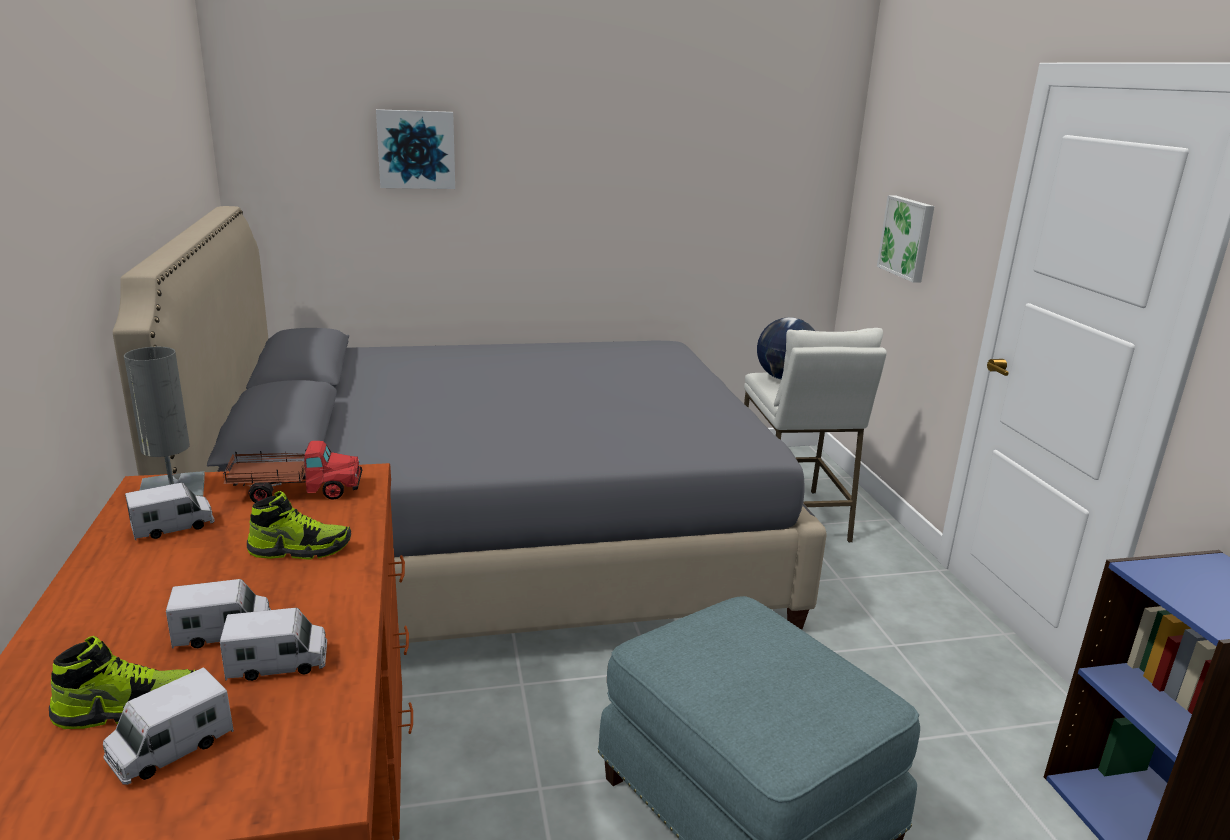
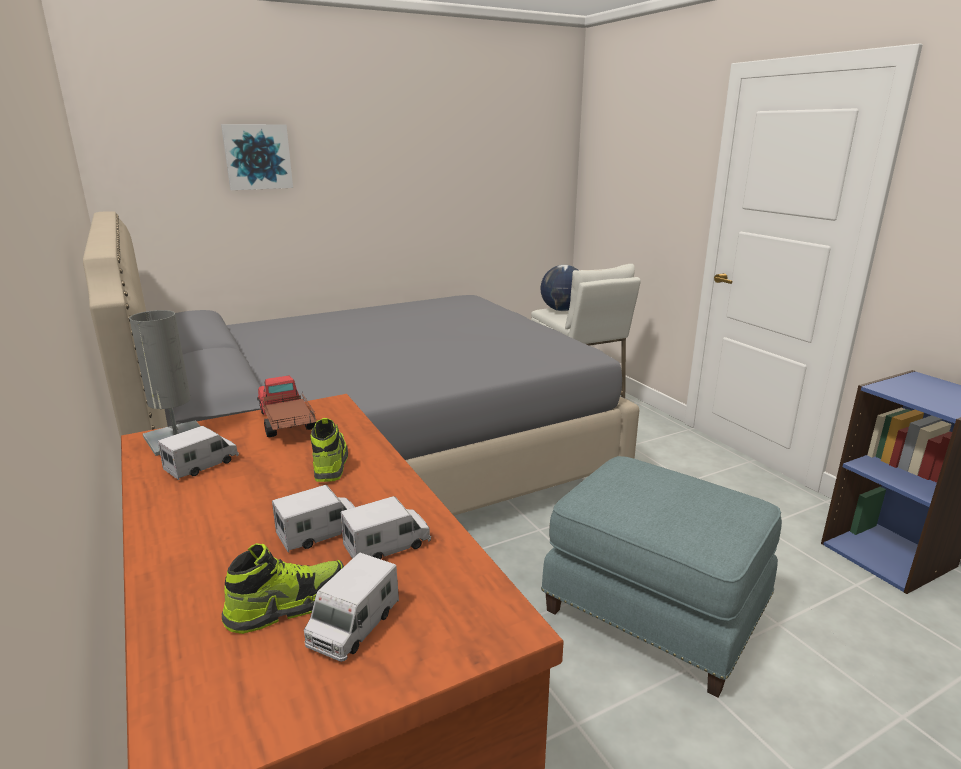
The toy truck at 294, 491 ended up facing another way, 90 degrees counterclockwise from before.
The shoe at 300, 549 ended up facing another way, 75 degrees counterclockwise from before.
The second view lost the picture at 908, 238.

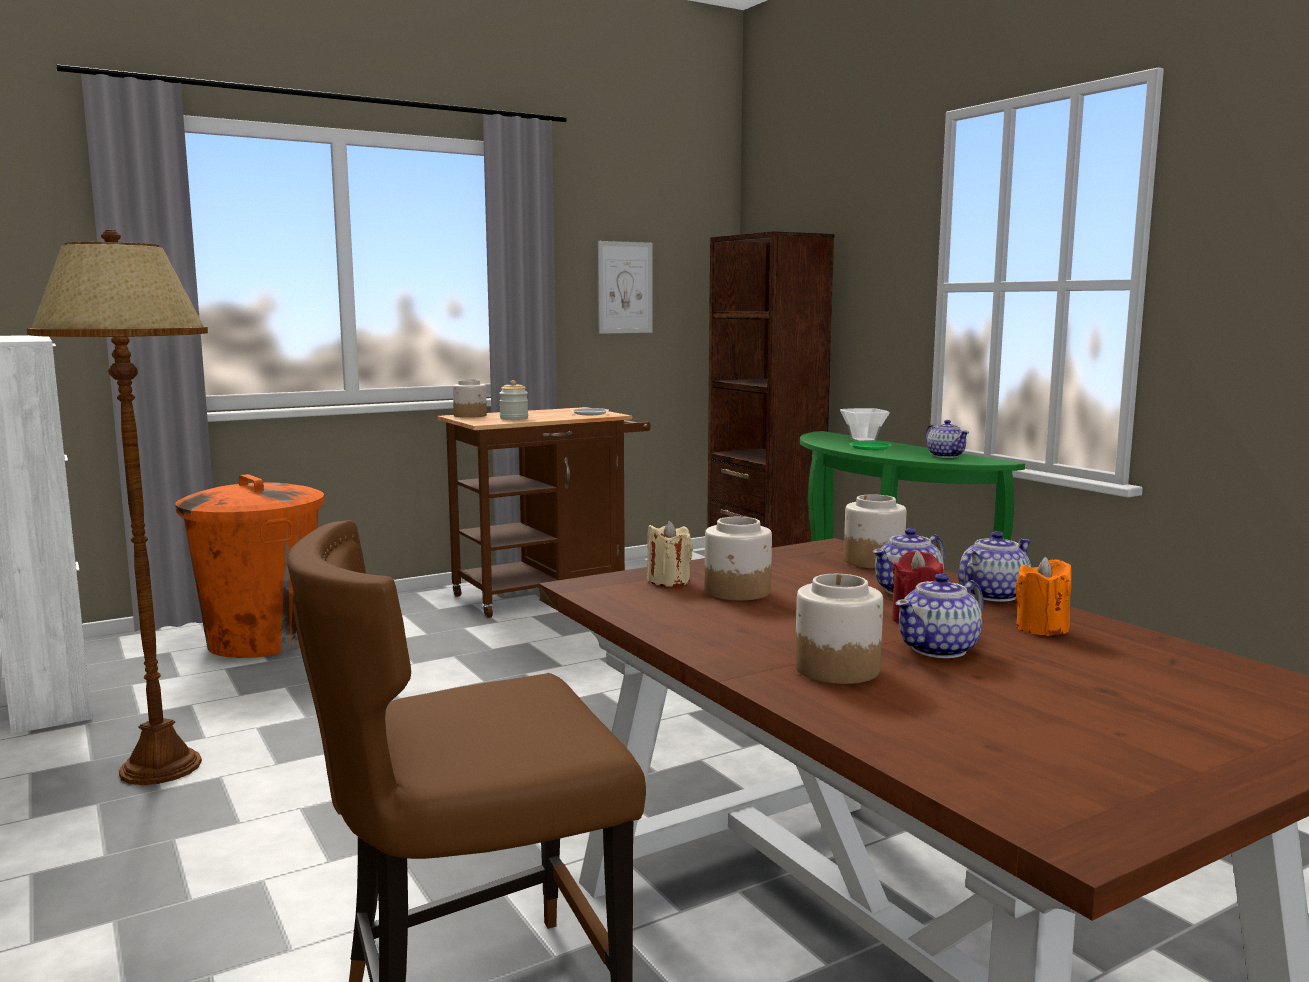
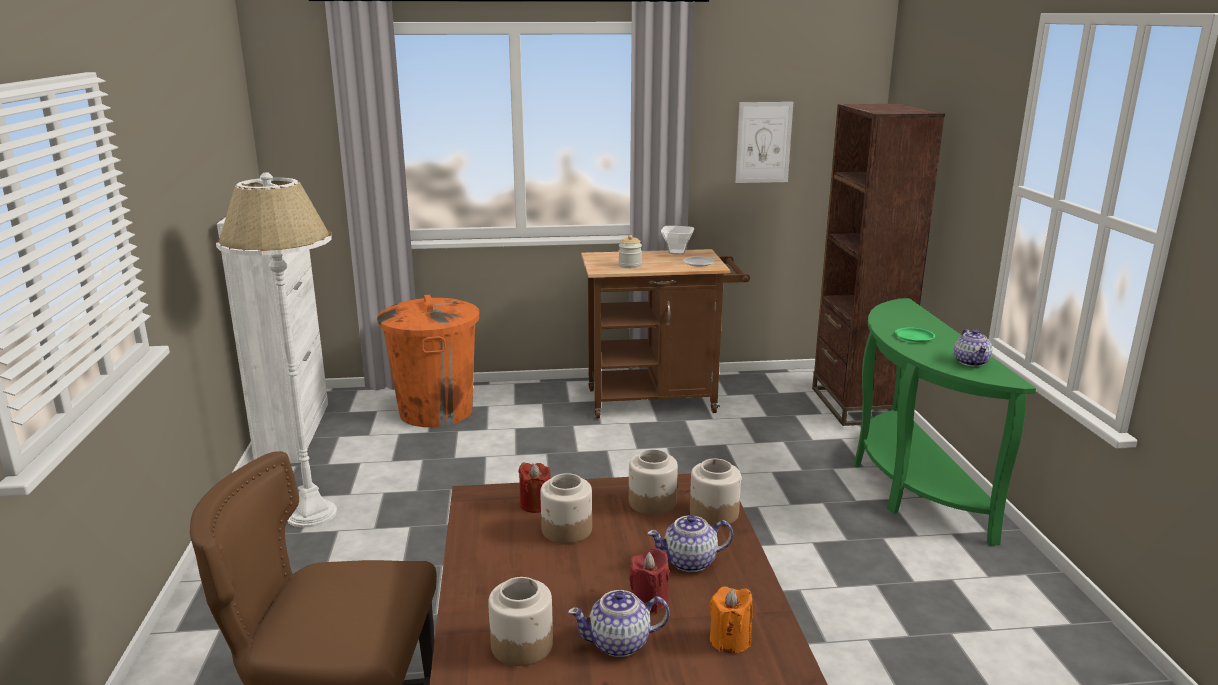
What was the brown floor lamp at 162, 767 turned into the white floor lamp at 312, 514.
What was the beige candle at 668, 581 turned into the red candle at 535, 504.
The jar ended up elsewhere, having gone from 470, 415 to 653, 502.
The bowl ended up elsewhere, having gone from 864, 440 to 677, 252.
The second view lost the teapot at 992, 595.

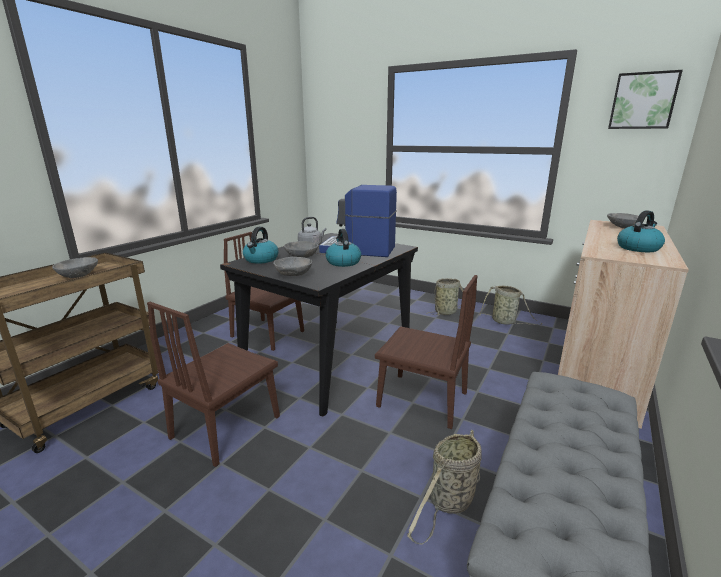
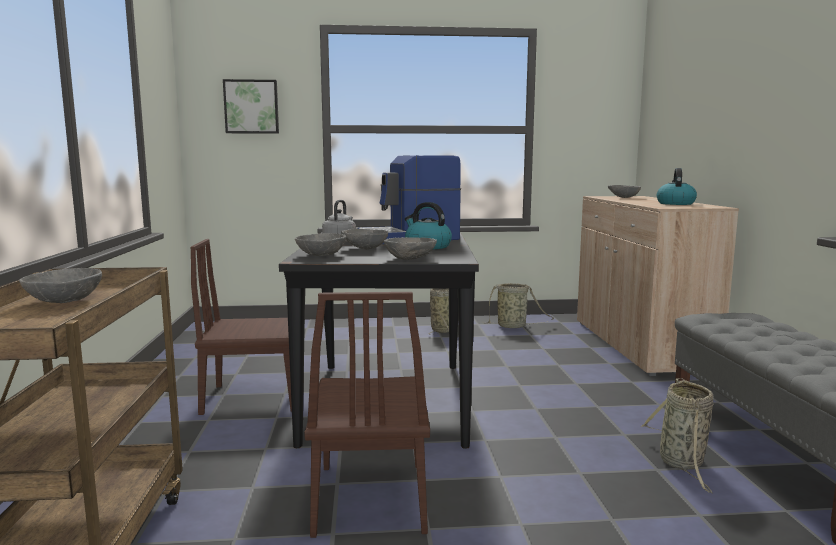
The picture ended up elsewhere, having gone from 643, 101 to 251, 107.
Where the kettle stood at 261, 259, the grey bowl came to stand at 321, 255.
The second view lost the brown chair at 422, 399.

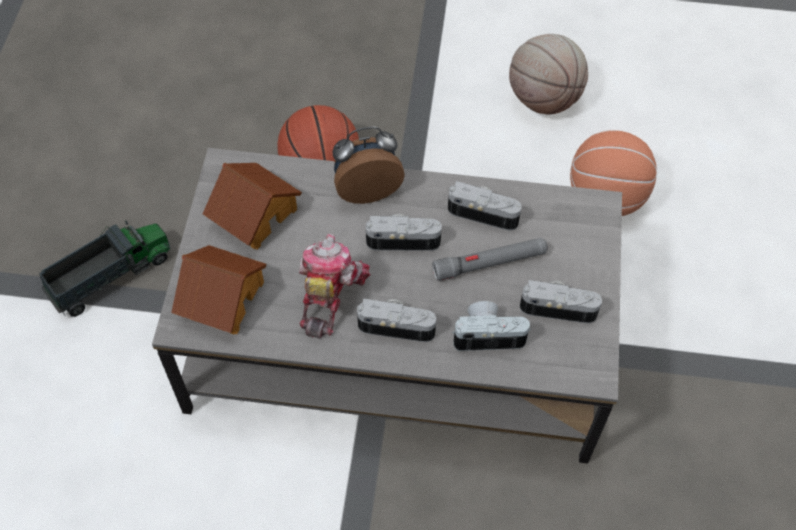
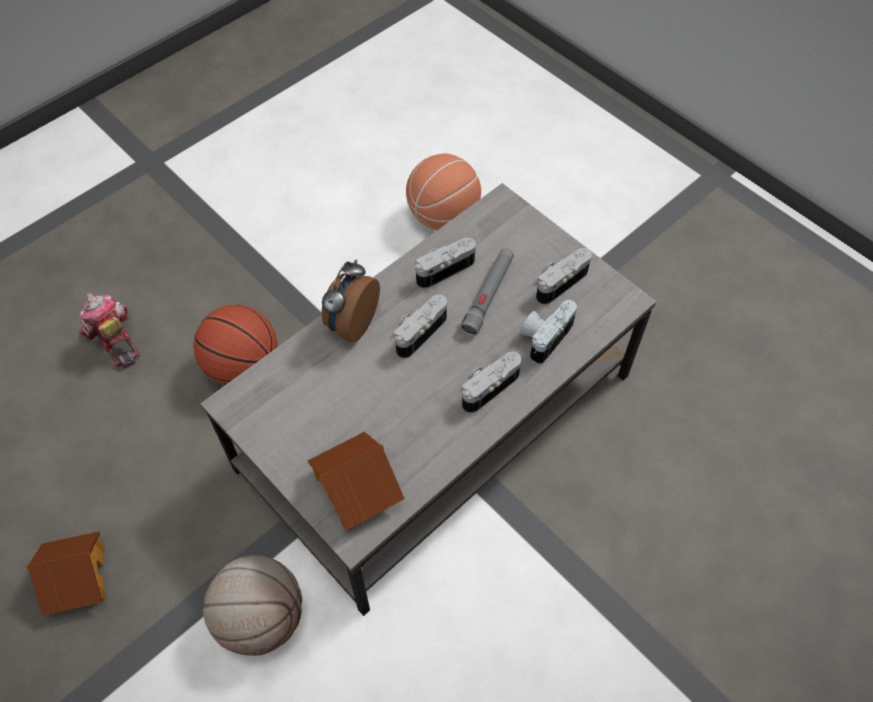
The toy house ended up elsewhere, having gone from 254, 214 to 76, 578.
The toy robot ended up elsewhere, having gone from 328, 295 to 114, 339.
The basketball ended up elsewhere, having gone from 544, 99 to 261, 617.
The second view lost the toy truck at 111, 276.

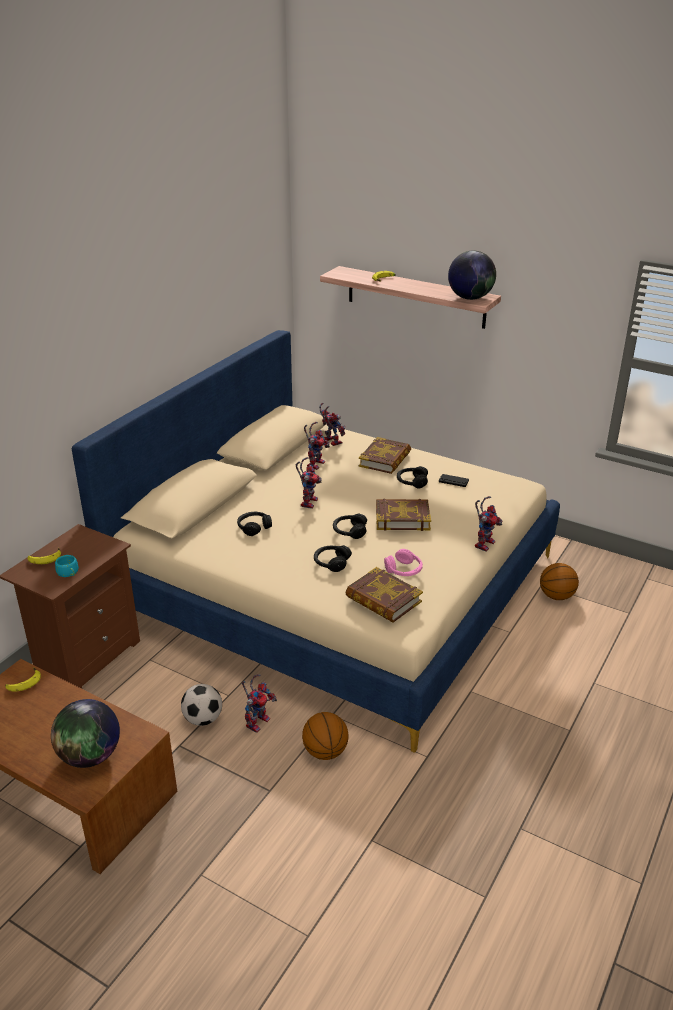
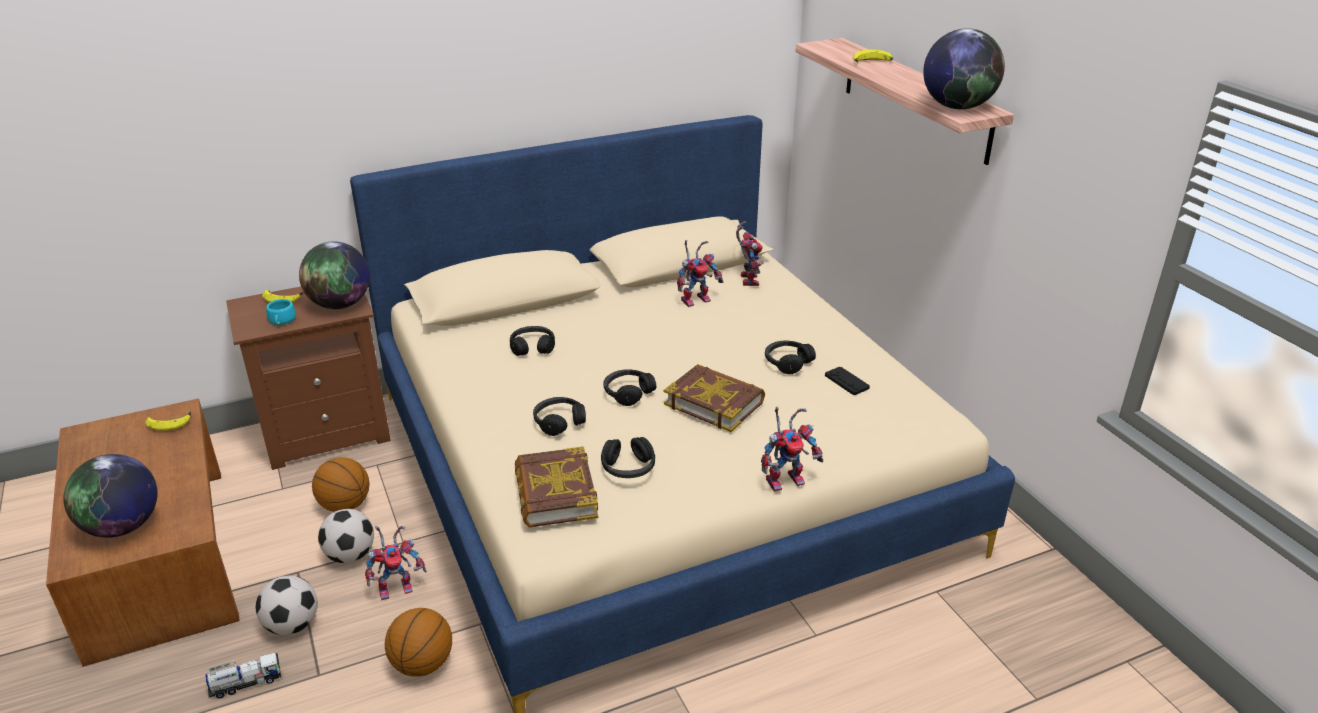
The second view gained the toy truck at 246, 683.
The second view gained the football at 292, 625.
The second view gained the globe at 340, 305.
The basketball ended up elsewhere, having gone from 556, 596 to 345, 505.
What was the pink headphones at 404, 570 turned into the black headphones at 628, 468.
The second view lost the toy robot at 308, 501.
The second view lost the book at 385, 459.

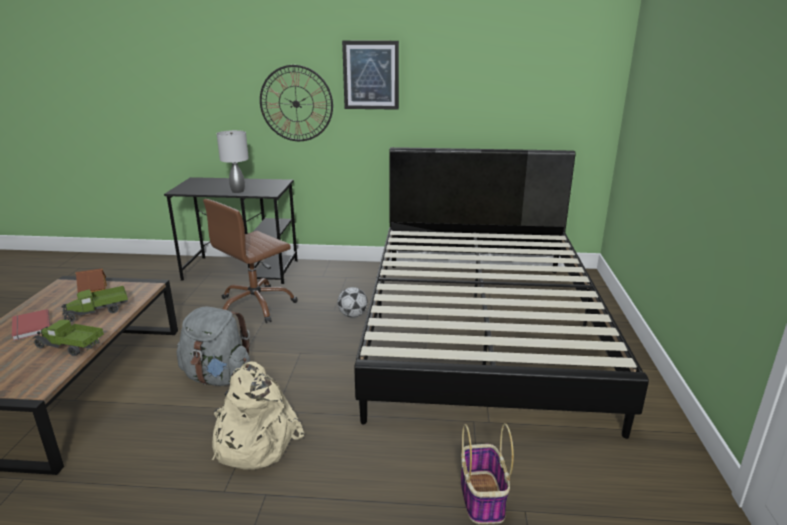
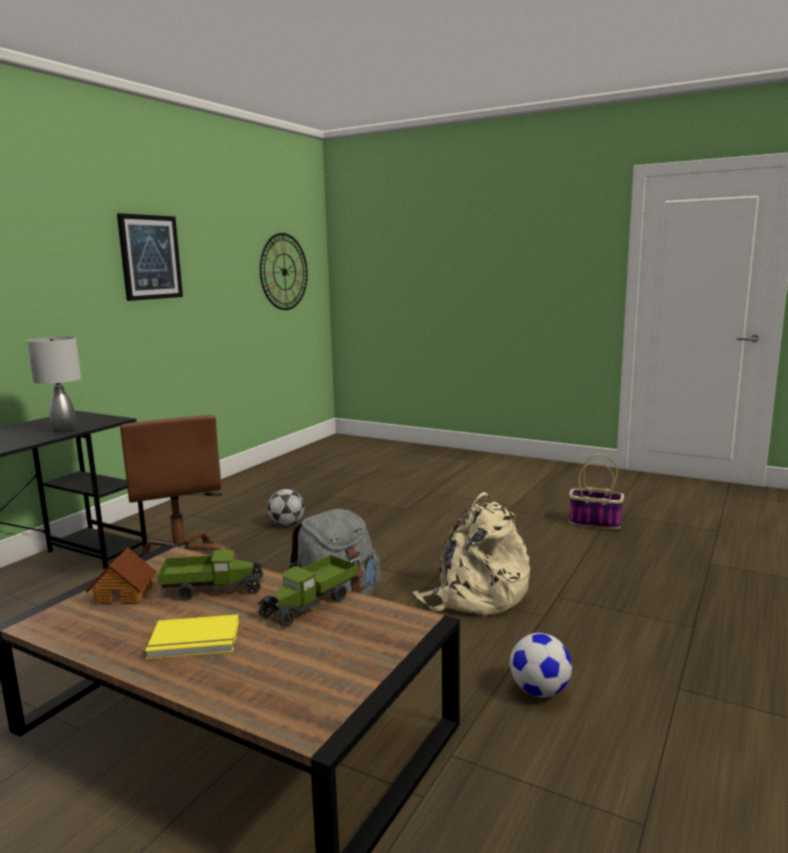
What was the red book at 30, 326 turned into the yellow book at 194, 641.
The toy truck at 97, 312 ended up facing another way, 90 degrees counterclockwise from before.
The wall clock ended up elsewhere, having gone from 296, 104 to 284, 272.
The second view gained the football at 539, 691.
The second view lost the black bed at 481, 329.

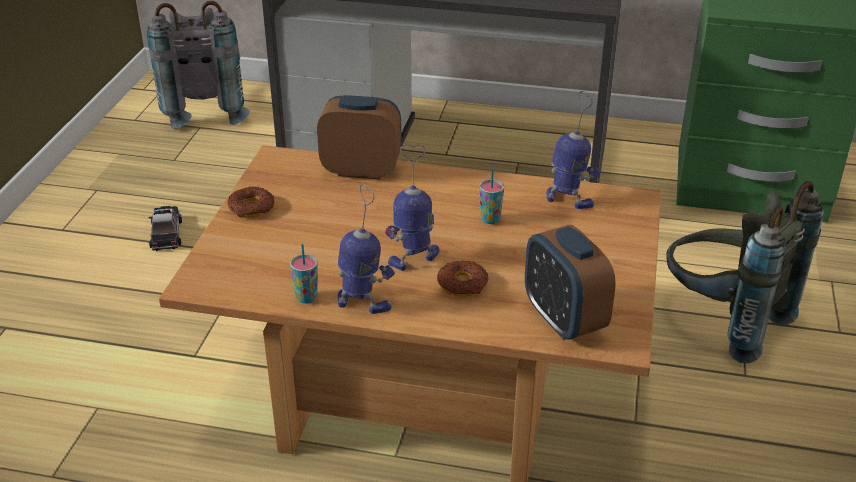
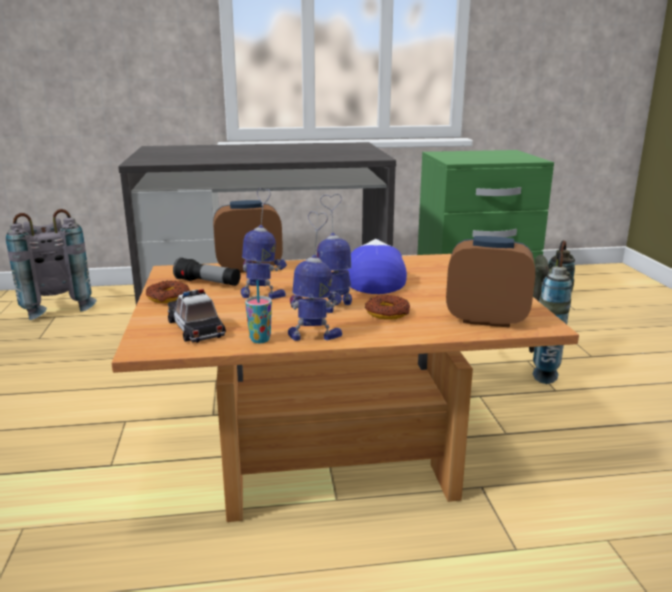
The toy car ended up elsewhere, having gone from 166, 233 to 196, 327.
The second view gained the flashlight at 208, 283.
The toy robot ended up elsewhere, having gone from 569, 201 to 262, 295.
Where the cup stood at 490, 219, the cap came to stand at 374, 279.
The alarm clock at 563, 319 ended up facing another way, 150 degrees clockwise from before.

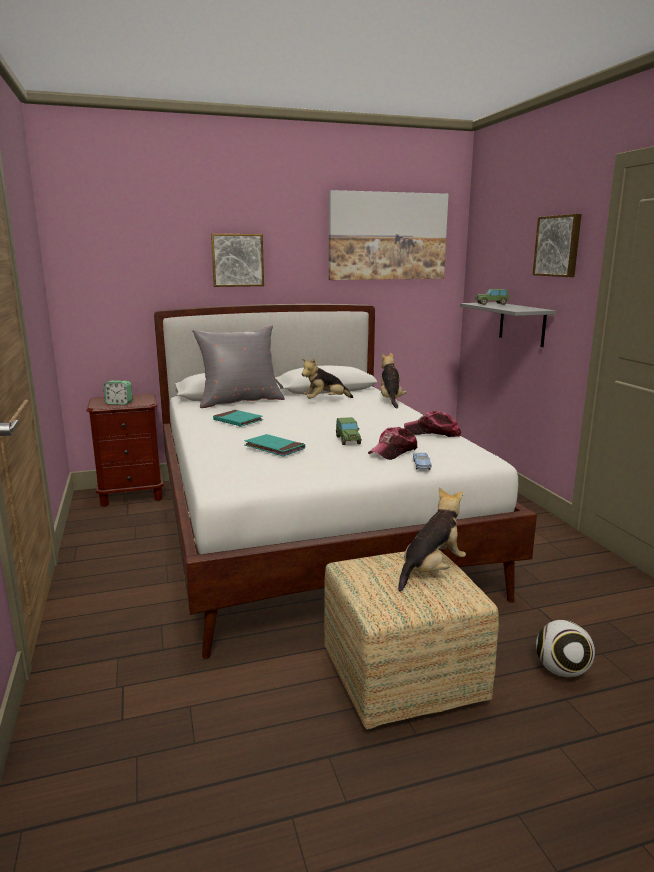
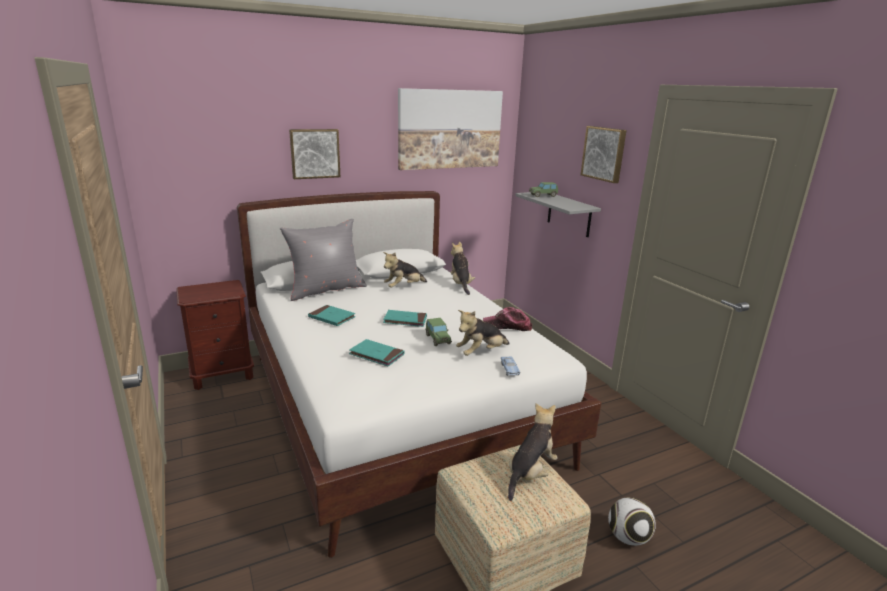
The second view gained the turquoise book at 405, 320.
Where the cap stood at 393, 452, the plush toy came to stand at 481, 353.
The second view lost the alarm clock at 119, 403.

